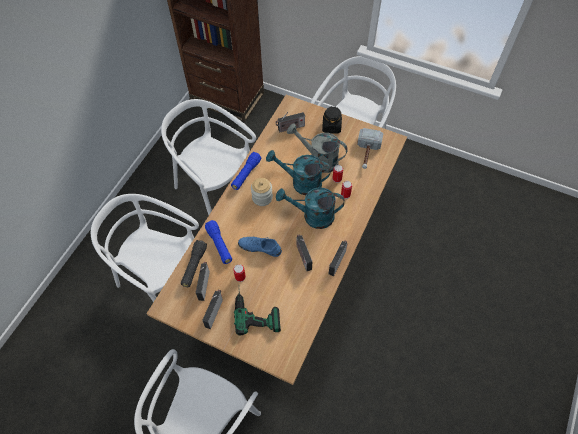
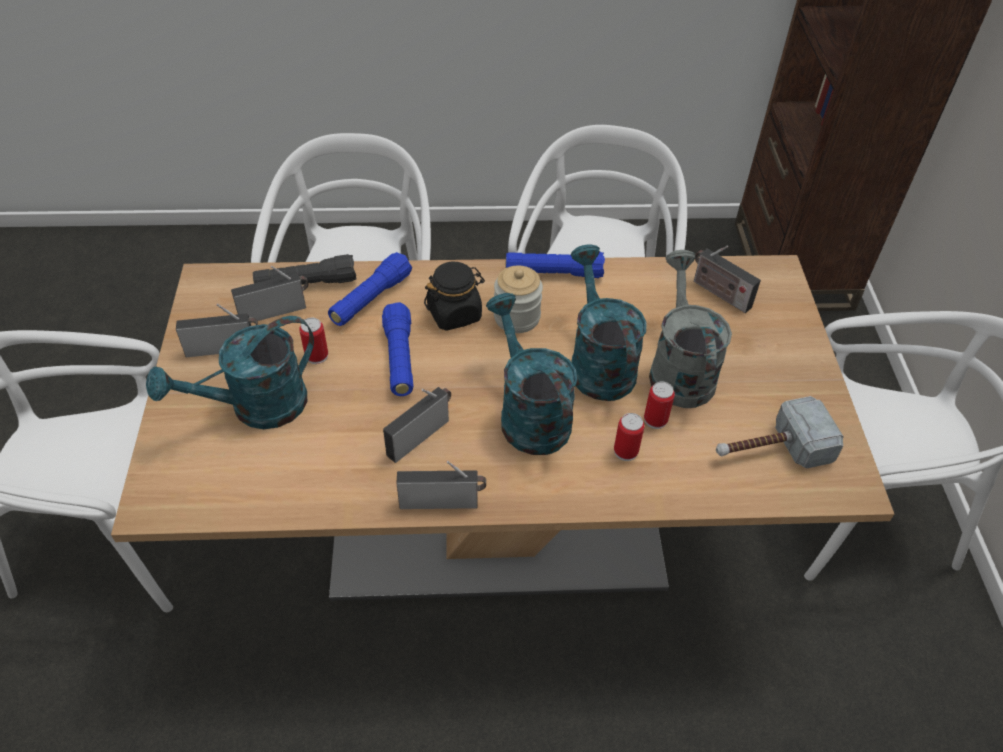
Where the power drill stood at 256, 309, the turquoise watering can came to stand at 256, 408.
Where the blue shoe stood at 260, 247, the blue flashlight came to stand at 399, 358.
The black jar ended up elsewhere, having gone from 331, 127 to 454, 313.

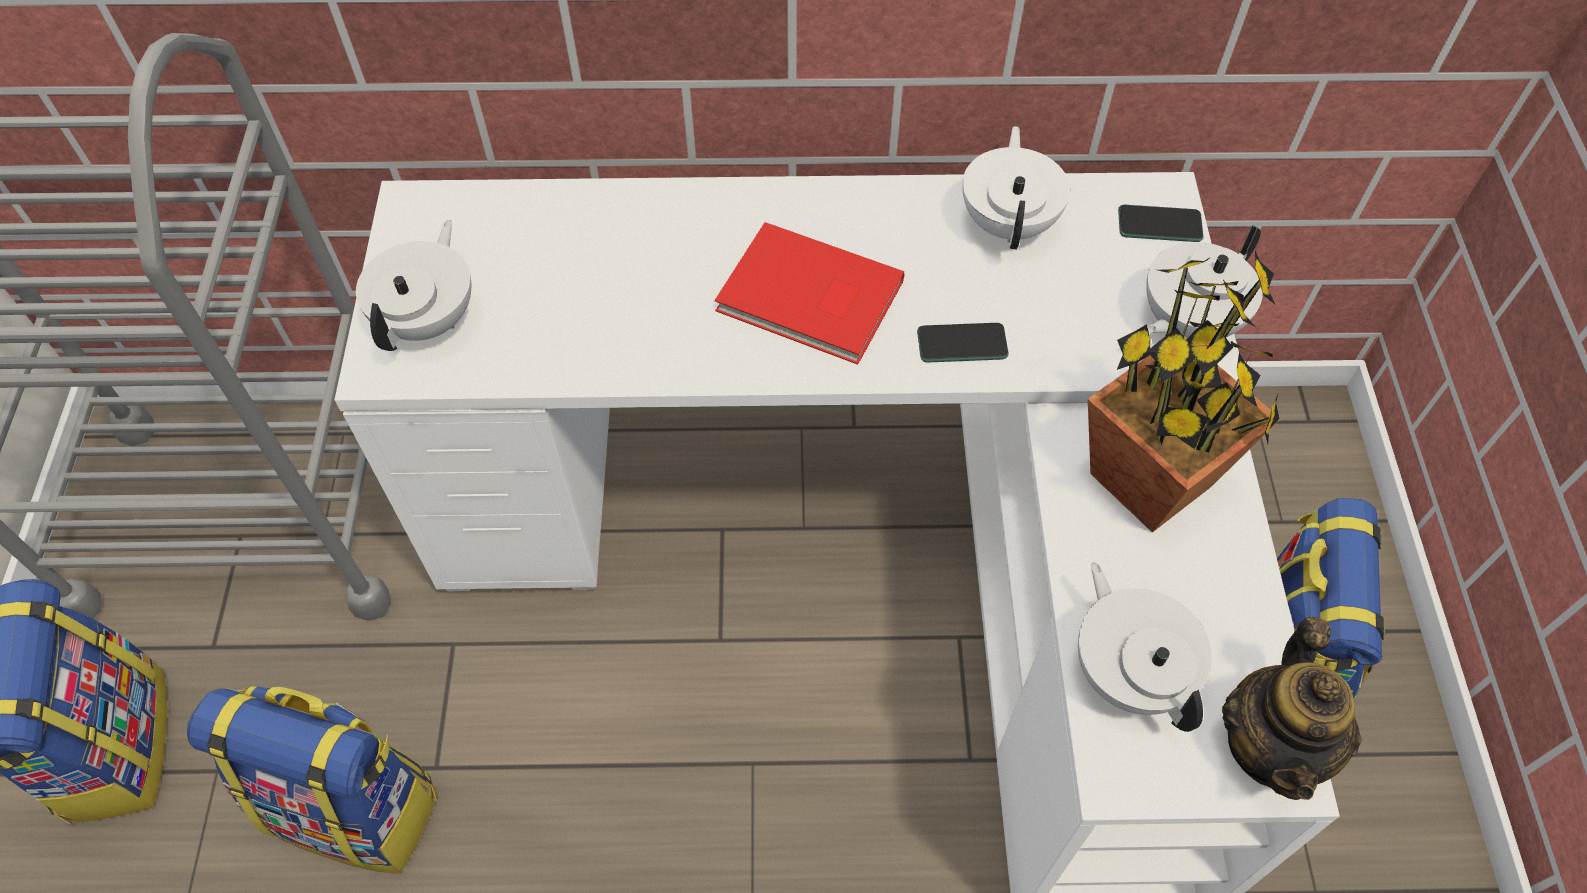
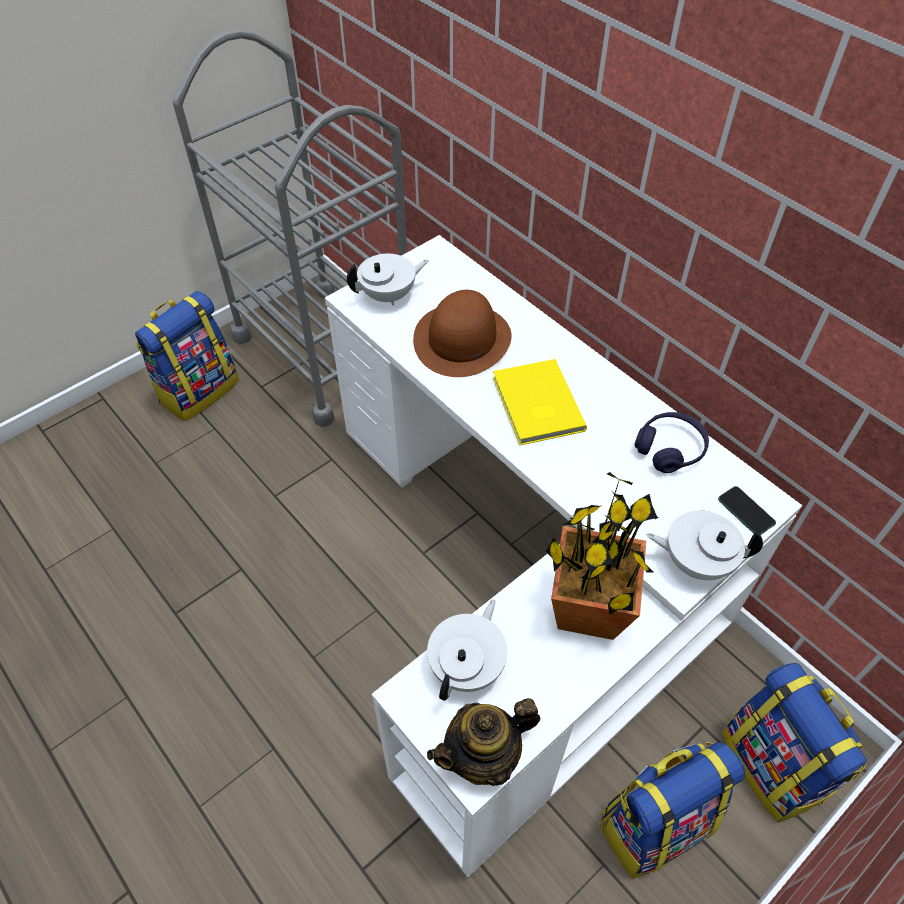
The second view gained the brown hat at 462, 339.
What was the red book at 810, 300 turned into the yellow book at 536, 405.
Where the white teapot stood at 1009, 222, the purple headphones came to stand at 670, 449.
The backpack ended up elsewhere, having gone from 356, 807 to 773, 765.
The second view lost the phone at 962, 344.

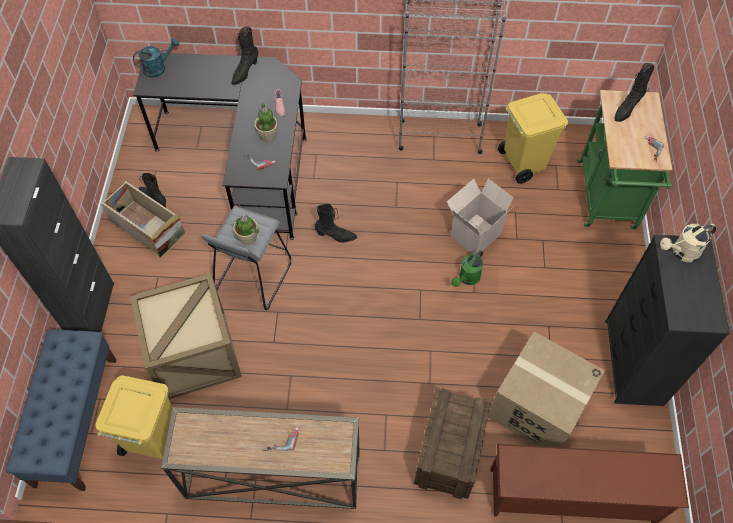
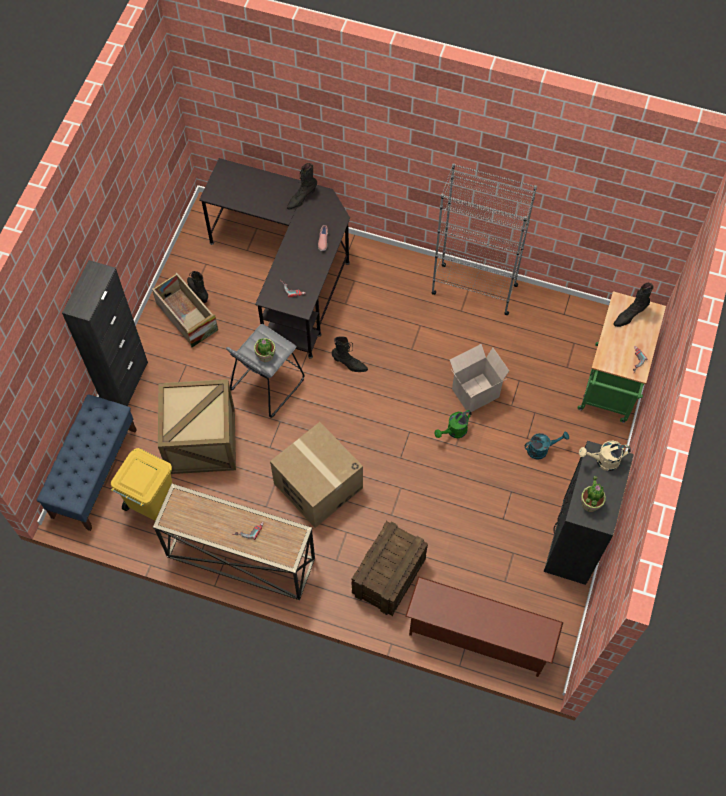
The cardboard box ended up elsewhere, having gone from 537, 407 to 318, 485.
The turquoise watering can ended up elsewhere, having gone from 158, 68 to 541, 449.
The potted plant ended up elsewhere, having gone from 268, 135 to 590, 503.
The second view lost the yellow trash can at 522, 163.

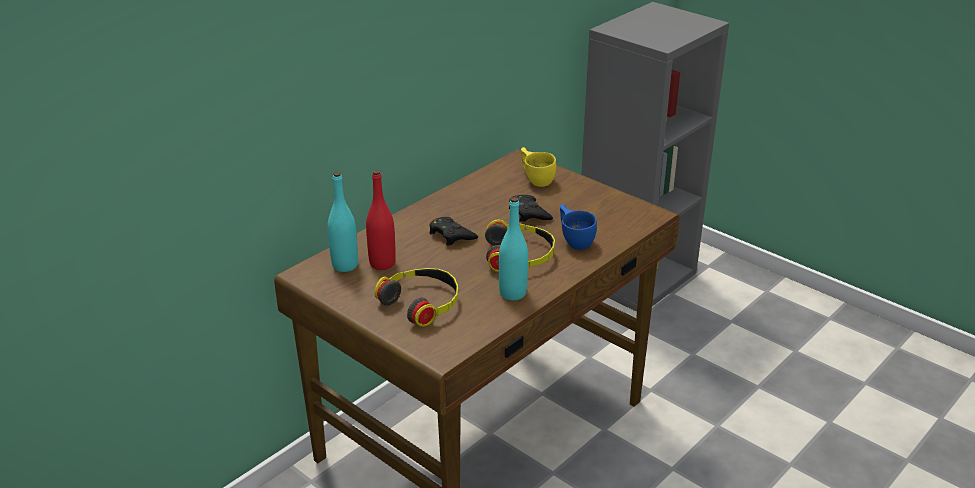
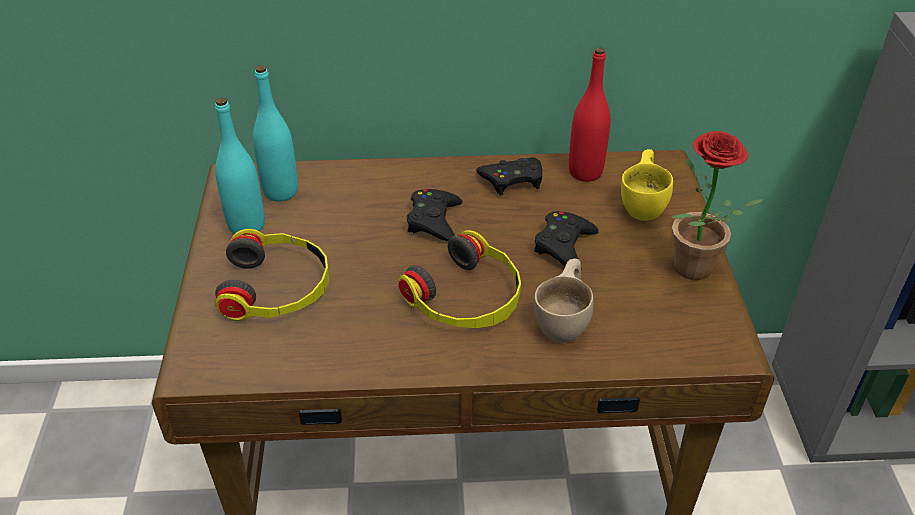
The turquoise bottle ended up elsewhere, having gone from 512, 293 to 246, 226.
The second view gained the black game controller at 512, 180.
What was the blue cup at 575, 239 turned into the beige cup at 565, 319.
The red bottle ended up elsewhere, having gone from 382, 263 to 585, 172.
The second view gained the potted plant at 693, 273.

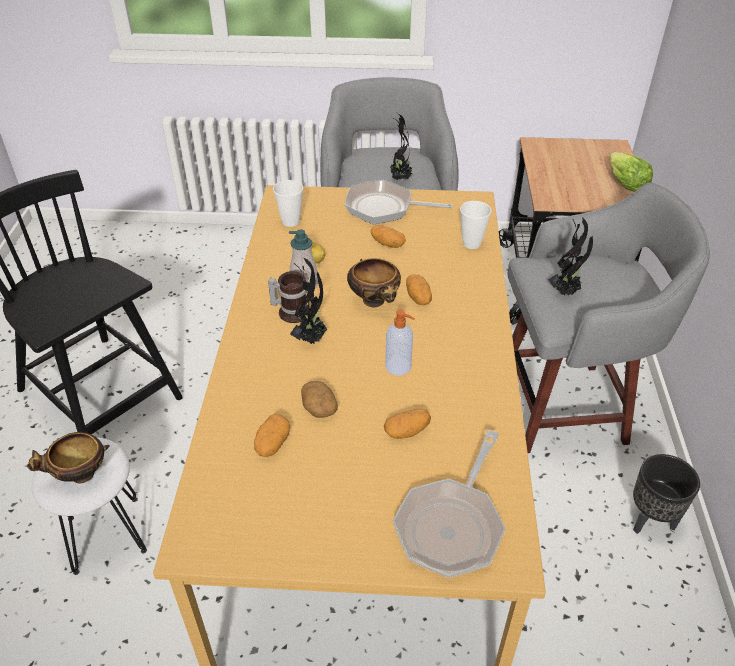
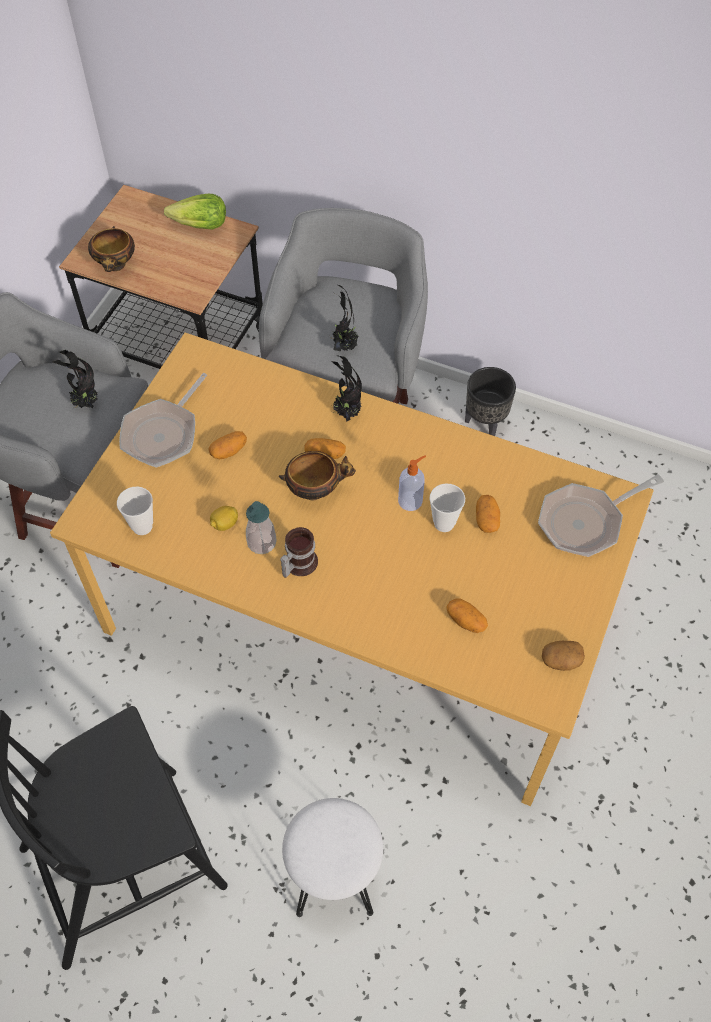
The bowl ended up elsewhere, having gone from 80, 476 to 116, 266.
The potted plant ended up elsewhere, having gone from 311, 338 to 346, 413.
The cup ended up elsewhere, having gone from 471, 243 to 444, 523.
The frying pan at 452, 525 ended up facing another way, 105 degrees clockwise from before.
The potato ended up elsewhere, having gone from 318, 407 to 561, 660.

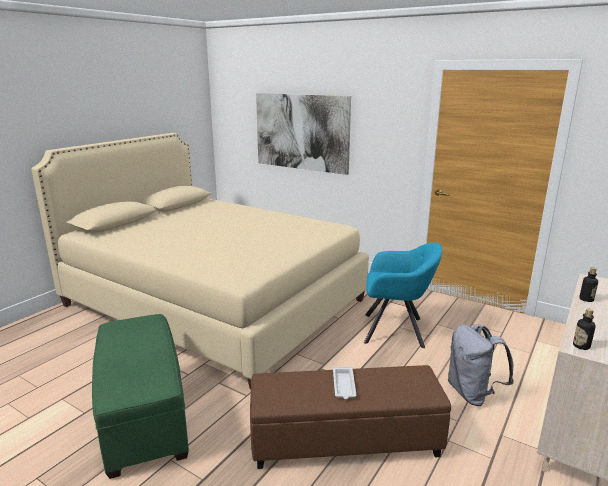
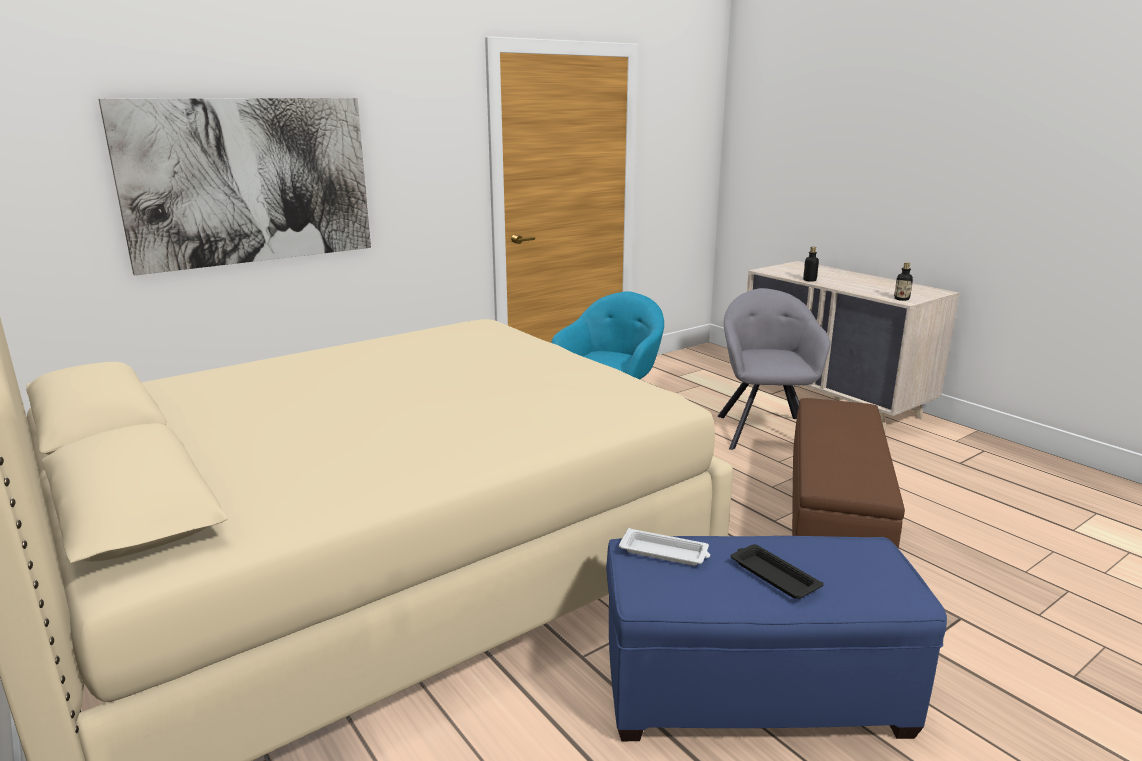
What was the green ottoman at 143, 416 turned into the blue ottoman at 752, 692.
The white tray ended up elsewhere, having gone from 344, 385 to 665, 553.
Where the grey backpack stood at 472, 394, the grey armchair came to stand at 764, 430.
The second view gained the black tray at 773, 576.

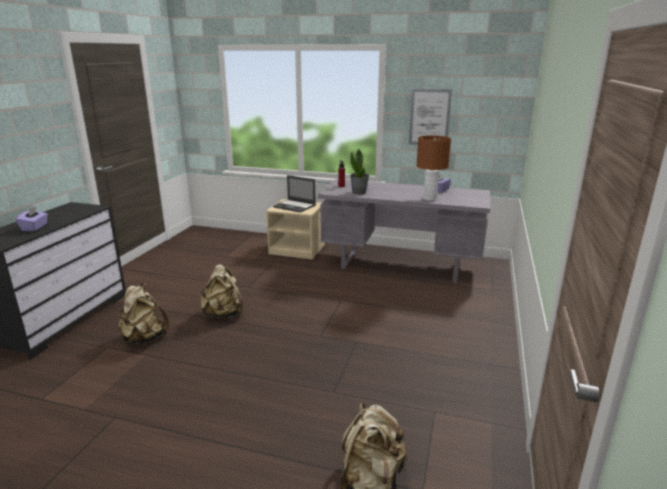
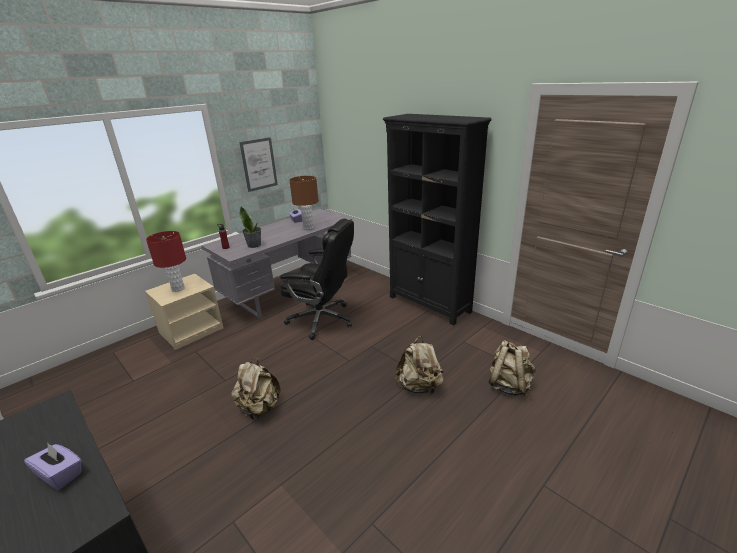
Where the laptop stood at 295, 206, the red table lamp came to stand at 178, 288.
The second view gained the black office chair at 322, 320.
The second view gained the black bookcase at 429, 304.
The beige backpack ended up elsewhere, having gone from 144, 338 to 419, 386.

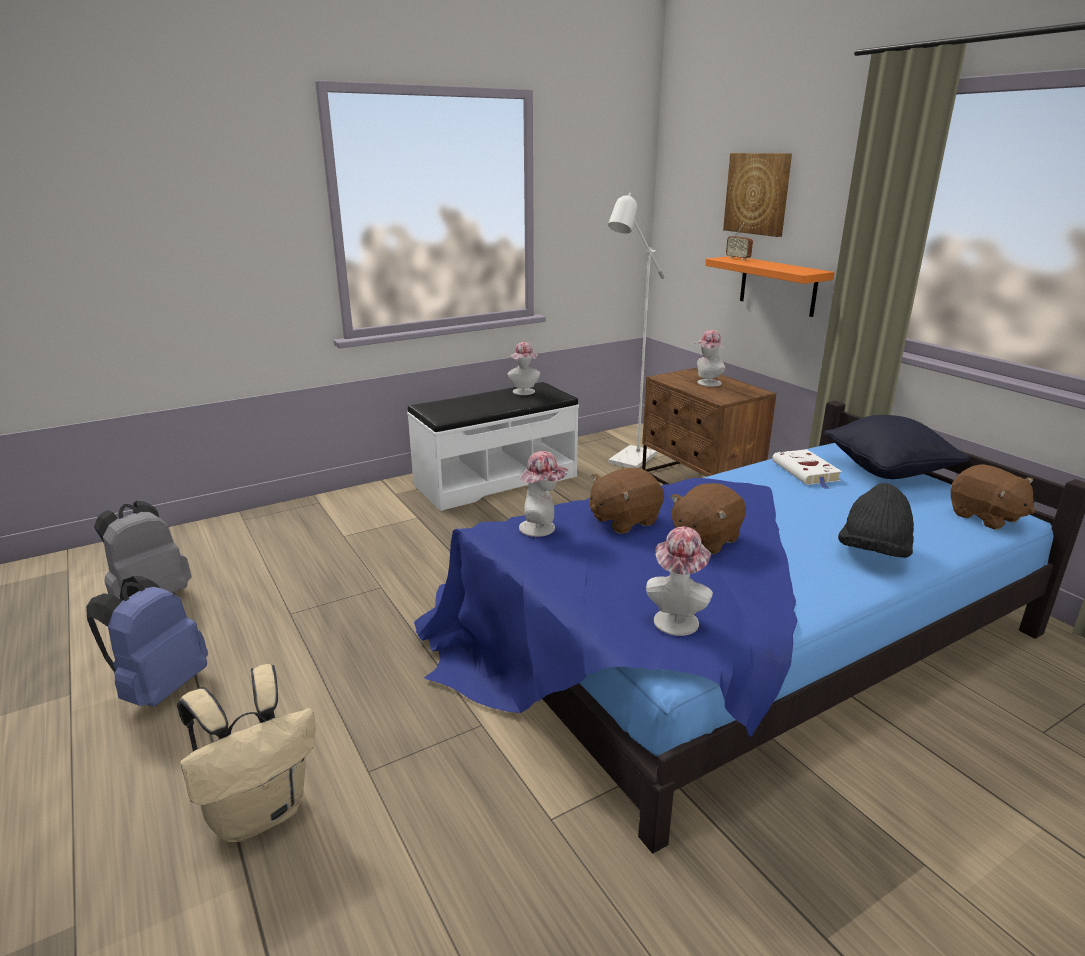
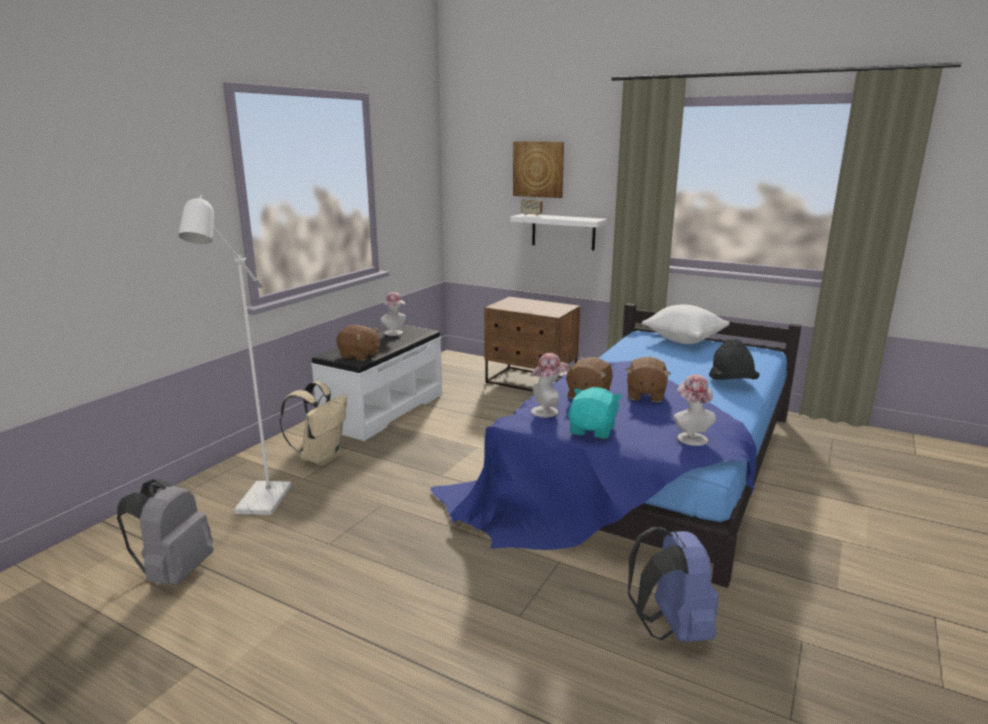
The white floor lamp ended up elsewhere, having gone from 628, 462 to 259, 505.
The beige backpack ended up elsewhere, having gone from 260, 811 to 321, 457.
The brown plush toy ended up elsewhere, having gone from 985, 517 to 359, 356.
What was the orange shelf at 778, 286 turned into the white shelf at 563, 232.
The second view gained the turquoise plush toy at 593, 431.
The blue backpack ended up elsewhere, having gone from 160, 688 to 671, 628.
What was the black pillow at 888, 471 turned into the white pillow at 684, 340.
The second view lost the hat at 706, 383.
The second view lost the white book at 807, 472.

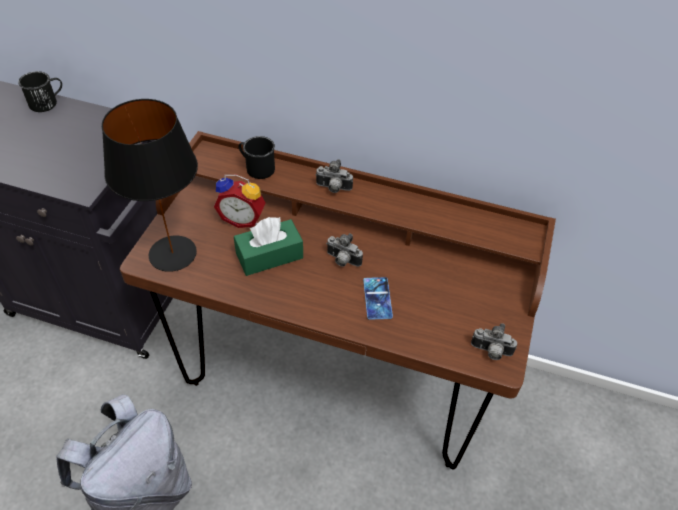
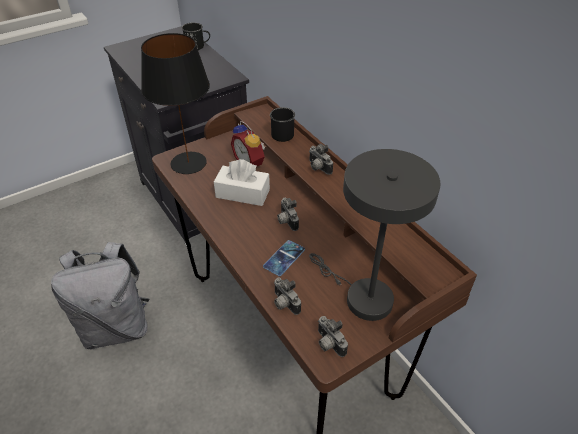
What was the green tissue box at 269, 256 turned into the white tissue box at 242, 193.
The second view gained the photo camera at 284, 304.
The second view gained the grey table lamp at 362, 297.

